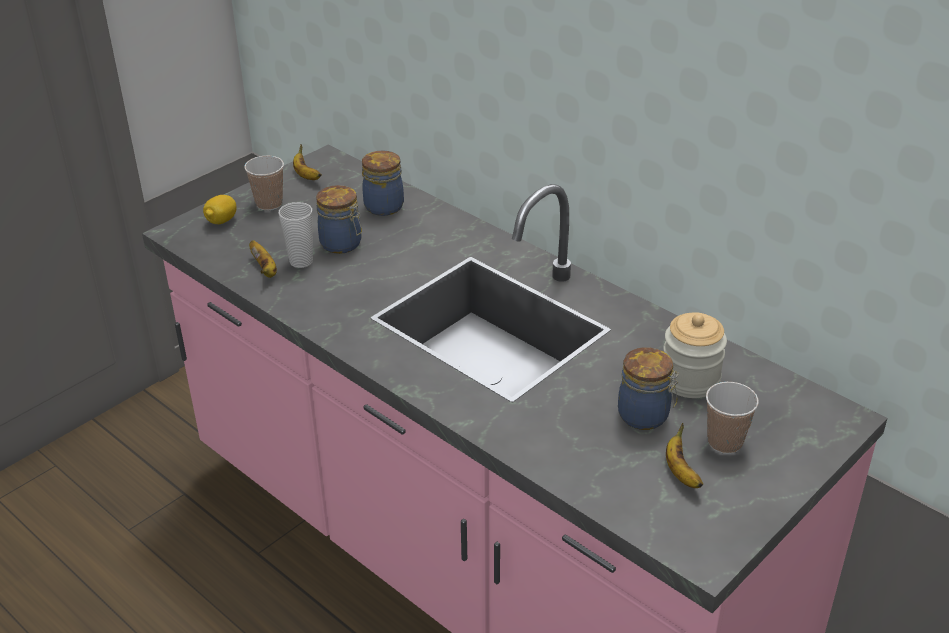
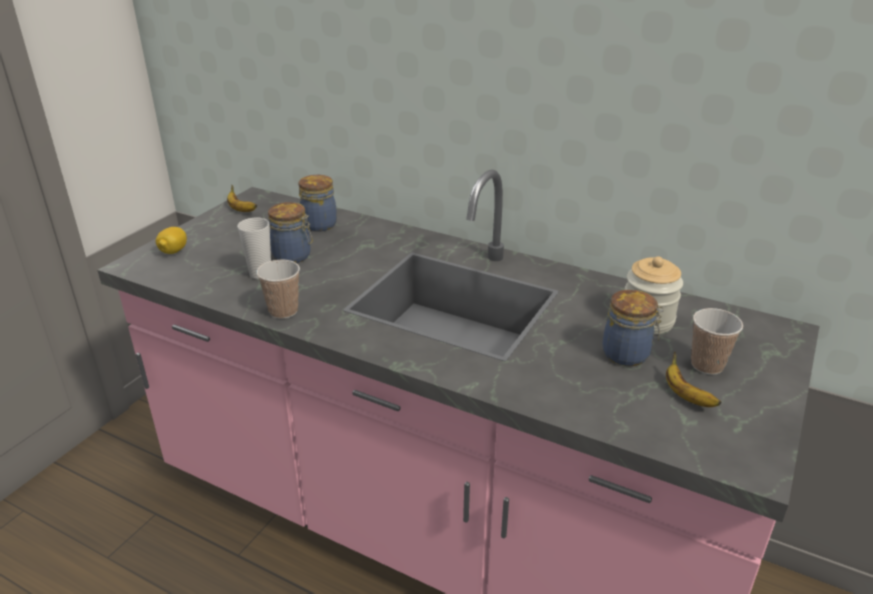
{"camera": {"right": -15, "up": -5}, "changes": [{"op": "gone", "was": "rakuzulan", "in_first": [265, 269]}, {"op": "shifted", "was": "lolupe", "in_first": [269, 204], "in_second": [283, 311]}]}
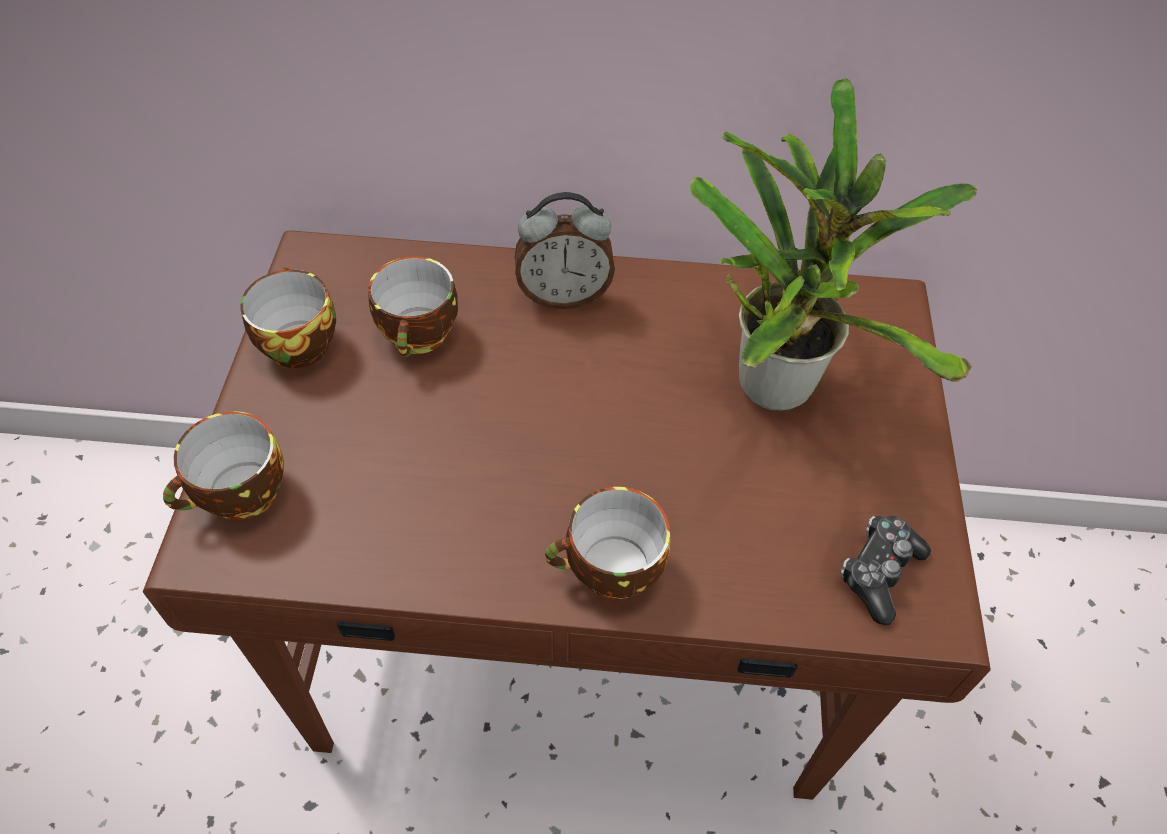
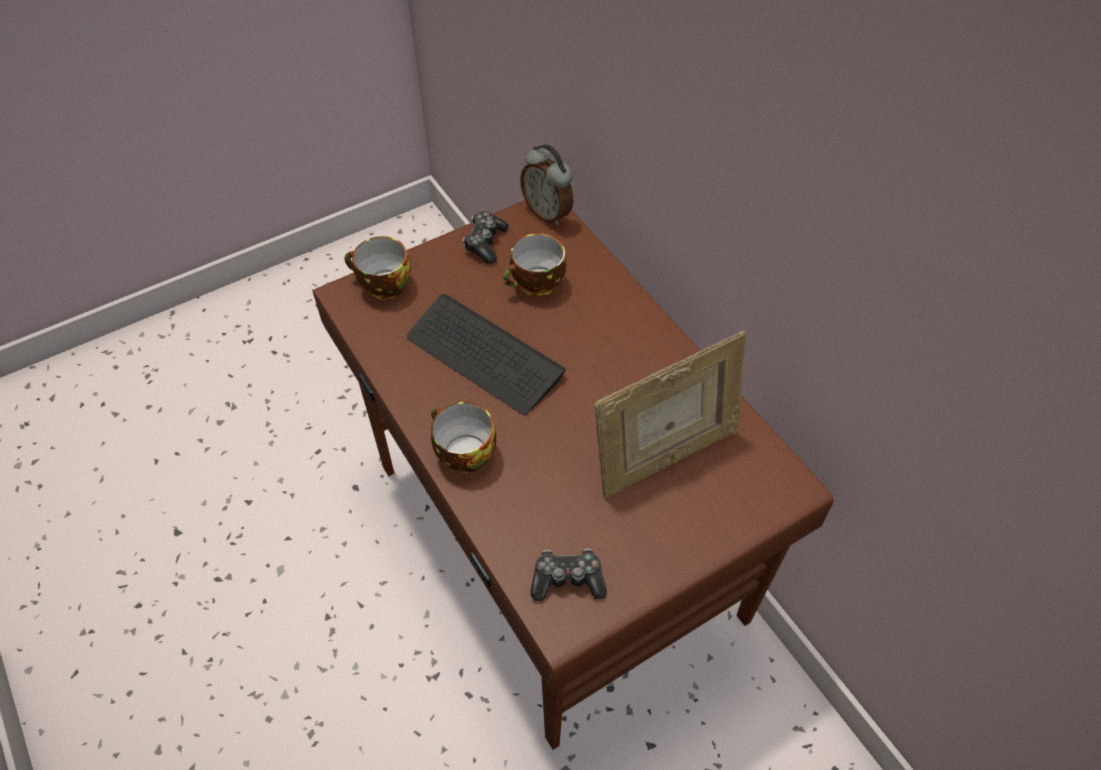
{"camera": {"right": 55, "up": 0}, "changes": [{"op": "new", "now": "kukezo", "in_second": [484, 356]}, {"op": "shifted", "was": "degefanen", "in_first": [563, 295], "in_second": [548, 213]}, {"op": "swapped", "was": "lolupe", "now": "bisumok", "in_first": [296, 343], "in_second": [485, 243]}, {"op": "swapped", "was": "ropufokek", "now": "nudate", "in_first": [777, 378], "in_second": [665, 458]}]}
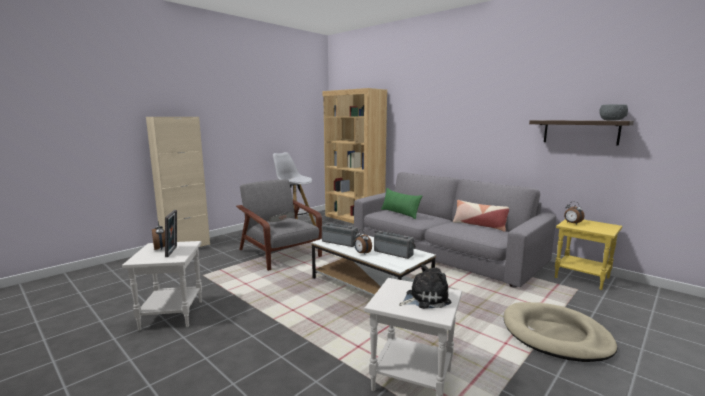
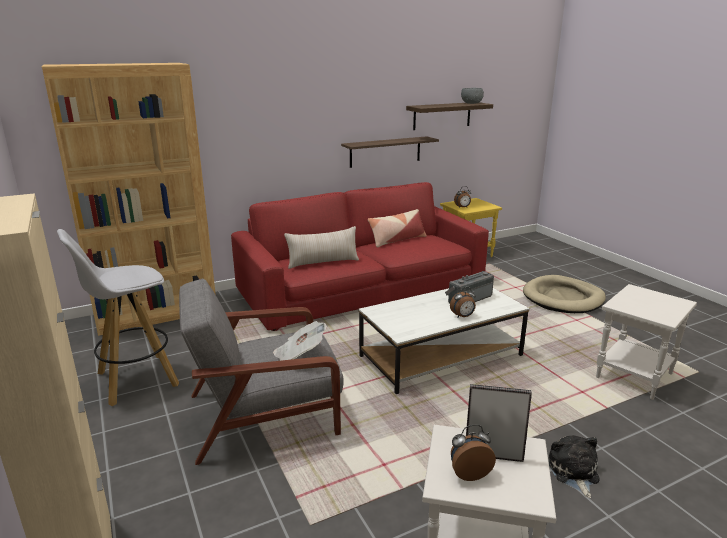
{"camera": {"right": -70, "up": 10}, "changes": [{"op": "gone", "was": "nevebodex", "in_first": [340, 242]}, {"op": "new", "now": "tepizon", "in_second": [385, 152]}, {"op": "shifted", "was": "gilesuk", "in_first": [425, 298], "in_second": [573, 472]}, {"op": "repainted", "was": "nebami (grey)", "now": "nebami (red)", "in_first": [443, 251], "in_second": [362, 288]}, {"op": "repainted", "was": "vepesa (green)", "now": "vepesa (beige)", "in_first": [400, 213], "in_second": [323, 262]}]}
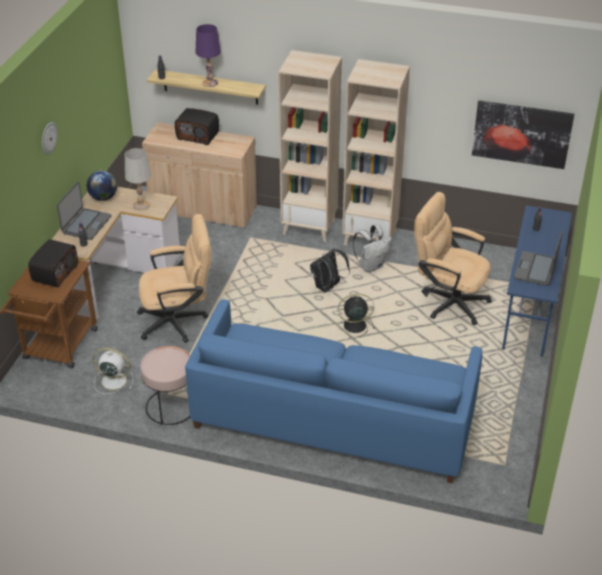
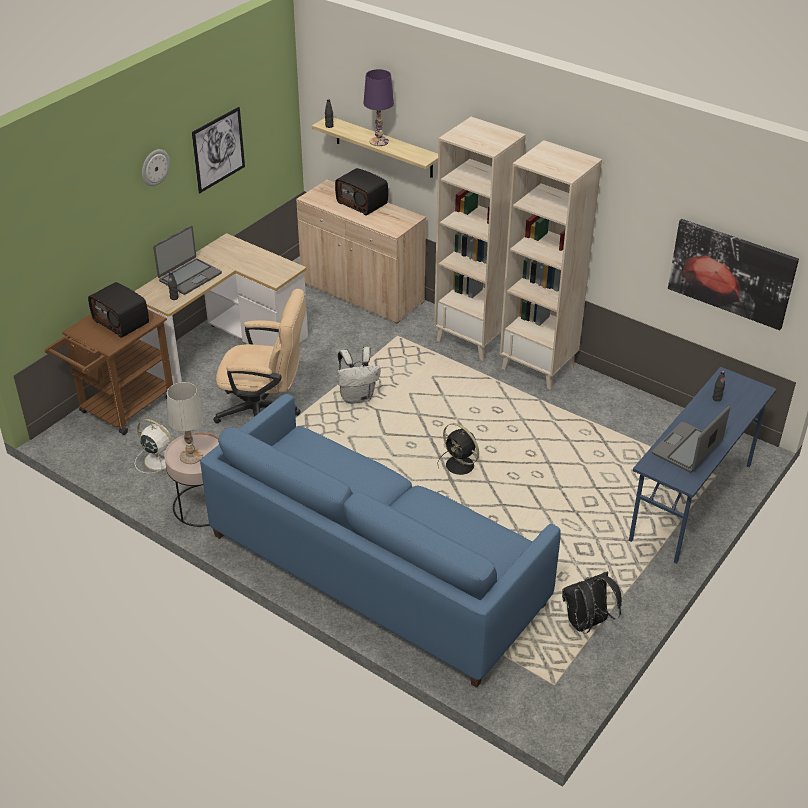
{"camera": {"right": 20, "up": 0}, "changes": [{"op": "gone", "was": "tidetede", "in_first": [103, 198]}, {"op": "gone", "was": "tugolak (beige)", "in_first": [448, 301]}, {"op": "new", "now": "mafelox", "in_second": [218, 149]}, {"op": "shifted", "was": "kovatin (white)", "in_first": [141, 205], "in_second": [191, 456]}, {"op": "shifted", "was": "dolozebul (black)", "in_first": [328, 287], "in_second": [587, 624]}, {"op": "shifted", "was": "dolozebul (white)", "in_first": [371, 266], "in_second": [357, 397]}, {"op": "rotated", "was": "nevebodex", "in_first": [54, 273], "in_second": [122, 321], "clockwise": 90}, {"op": "rotated", "was": "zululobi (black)", "in_first": [353, 326], "in_second": [461, 466], "clockwise": -150}]}
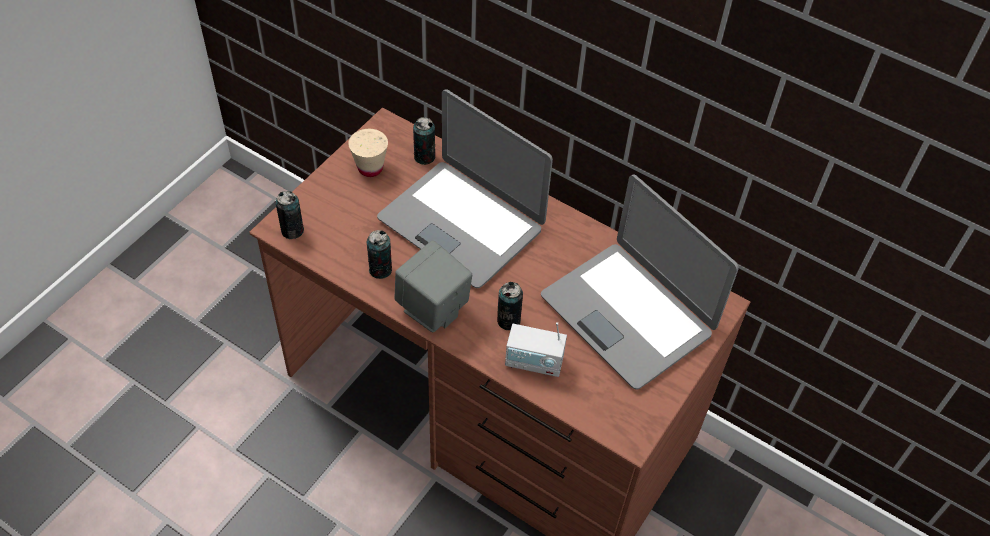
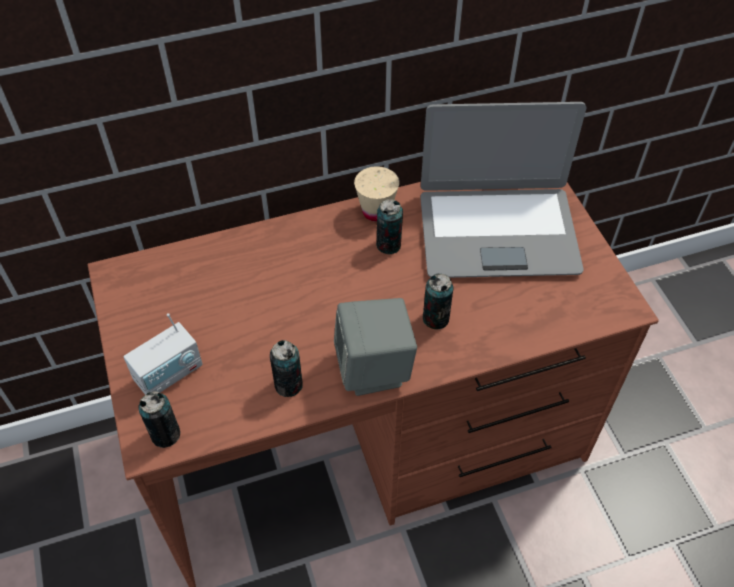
{"camera": {"right": -50, "up": 0}, "changes": [{"op": "gone", "was": "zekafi", "in_first": [462, 223]}, {"op": "shifted", "was": "lolupe (beige)", "in_first": [370, 168], "in_second": [376, 211]}, {"op": "shifted", "was": "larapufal", "in_first": [424, 157], "in_second": [388, 245]}, {"op": "shifted", "was": "nevebodex", "in_first": [534, 362], "in_second": [169, 374]}]}
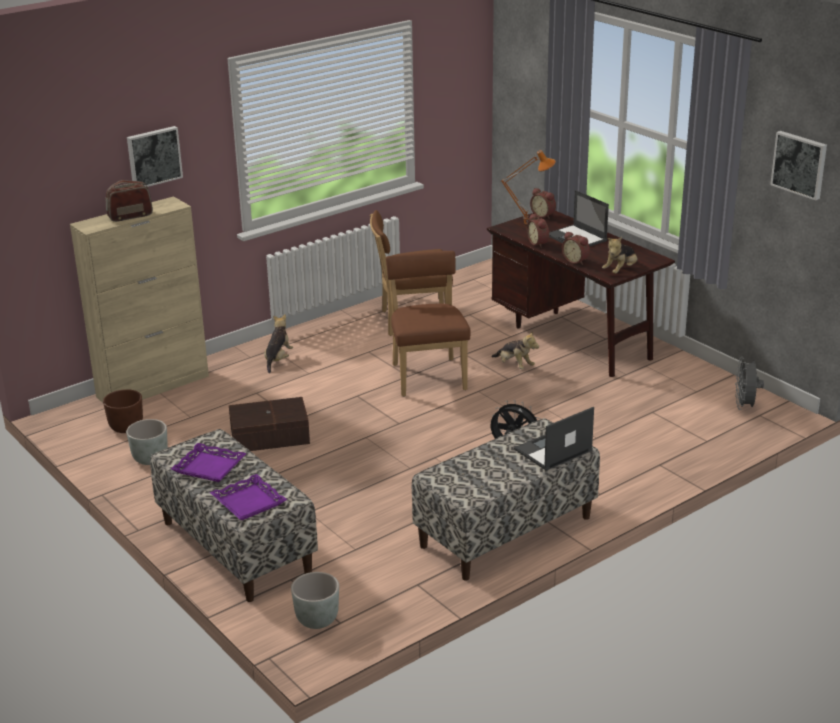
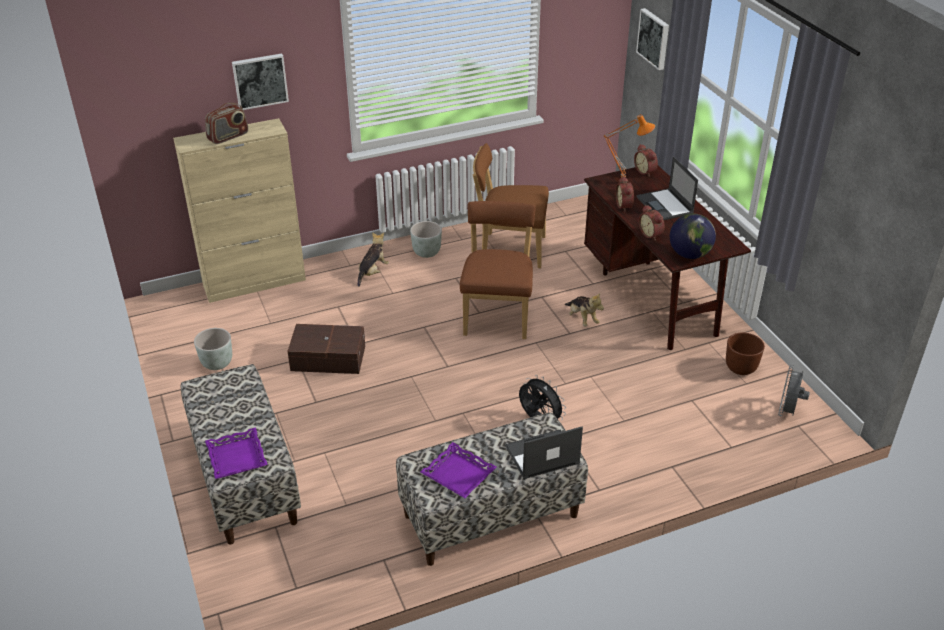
{"camera": {"right": 15, "up": 10}, "changes": [{"op": "shifted", "was": "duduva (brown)", "in_first": [126, 428], "in_second": [740, 368]}, {"op": "shifted", "was": "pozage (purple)", "in_first": [210, 467], "in_second": [459, 474]}, {"op": "shifted", "was": "duduva (grey)", "in_first": [317, 620], "in_second": [427, 252]}, {"op": "shifted", "was": "mafelox", "in_first": [800, 164], "in_second": [654, 38]}, {"op": "swapped", "was": "gilesuk", "now": "tidetede", "in_first": [620, 271], "in_second": [690, 254]}, {"op": "rotated", "was": "nevebodex", "in_first": [130, 216], "in_second": [228, 137], "clockwise": 150}]}
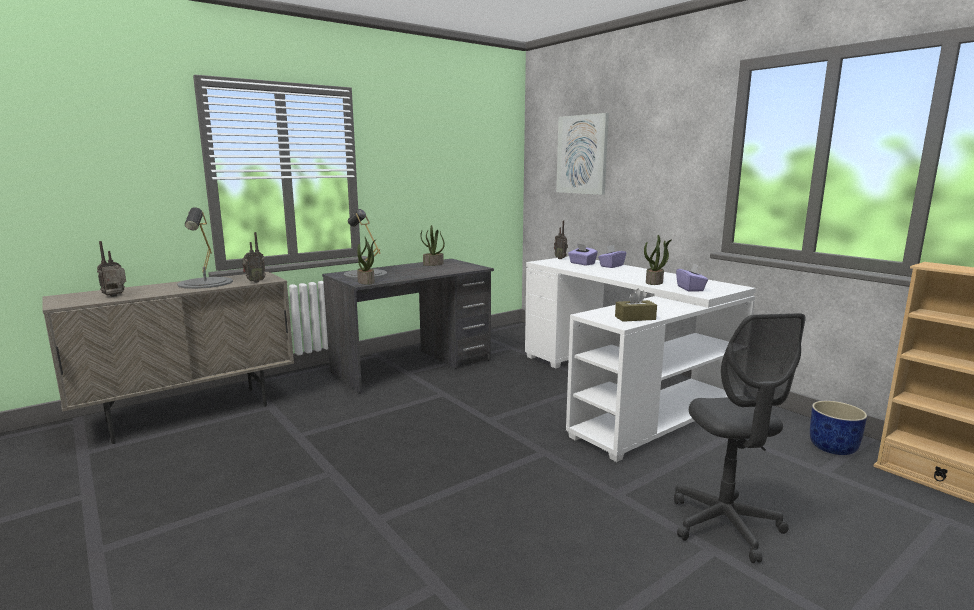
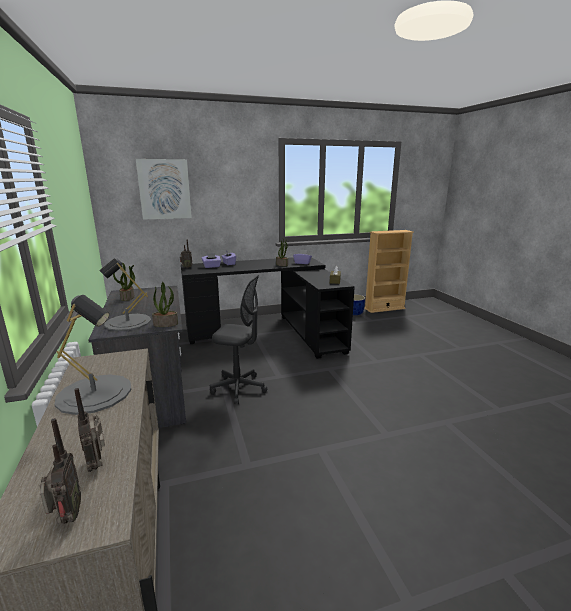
{"camera": {"right": -70, "up": 5}, "changes": [{"op": "shifted", "was": "nevebodex", "in_first": [254, 282], "in_second": [67, 518]}, {"op": "shifted", "was": "tugolak (grey)", "in_first": [725, 525], "in_second": [239, 388]}, {"op": "repainted", "was": "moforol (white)", "now": "moforol (black)", "in_first": [624, 390], "in_second": [271, 331]}]}
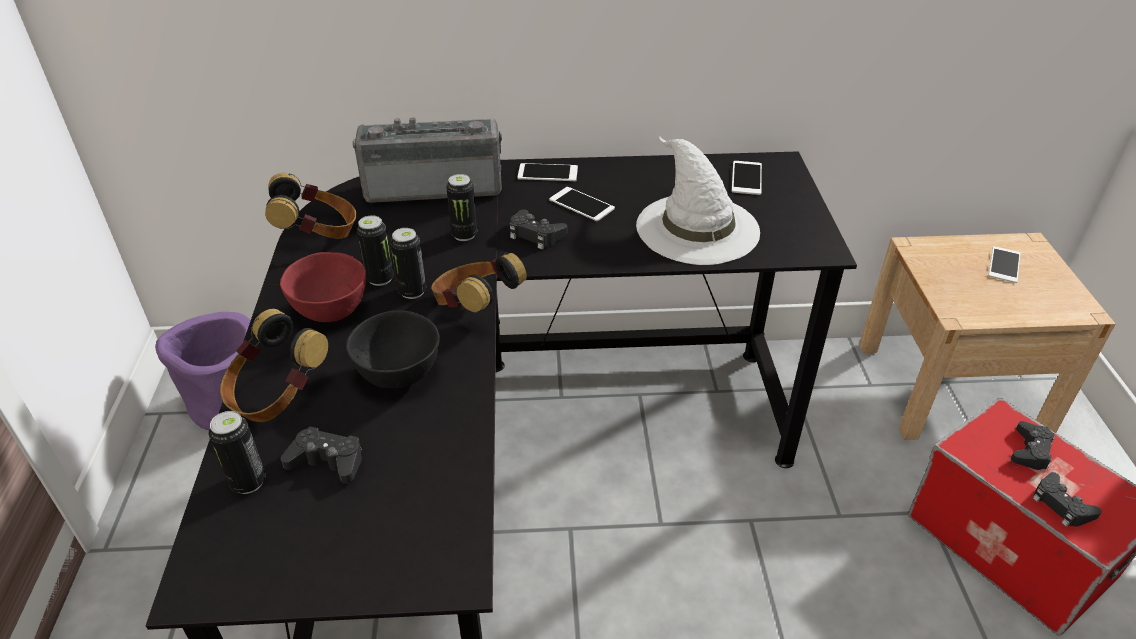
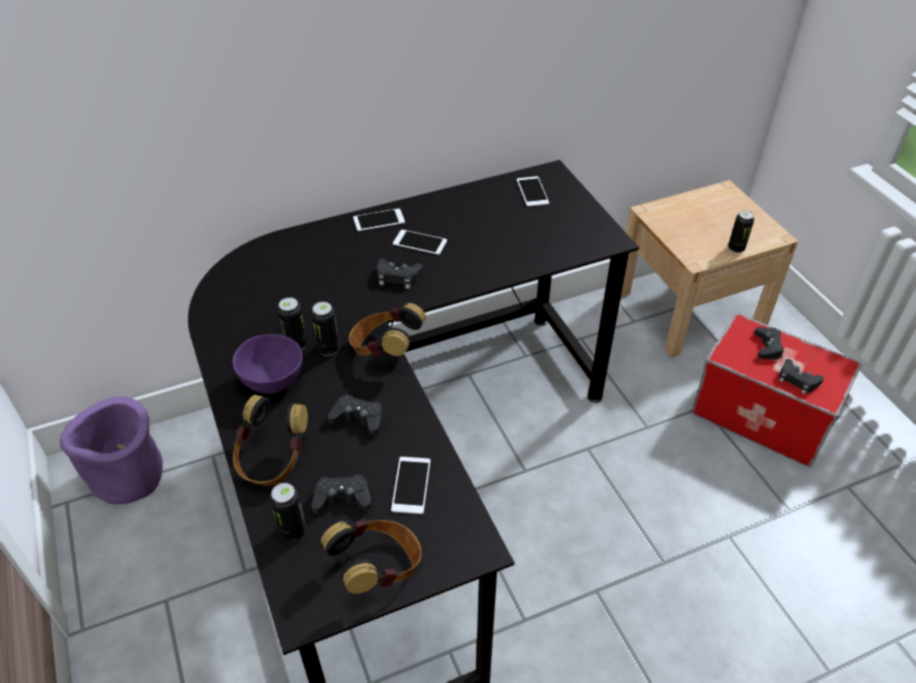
{"camera": {"right": -20, "up": 5}, "changes": [{"op": "gone", "was": "nevebodex", "in_first": [434, 185]}, {"op": "gone", "was": "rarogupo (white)", "in_first": [696, 227]}, {"op": "shifted", "was": "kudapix", "in_first": [318, 233], "in_second": [378, 568]}, {"op": "shifted", "was": "larapufal", "in_first": [464, 235], "in_second": [736, 248]}, {"op": "shifted", "was": "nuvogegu", "in_first": [1004, 265], "in_second": [411, 485]}, {"op": "swapped", "was": "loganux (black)", "now": "bisumok (black)", "in_first": [400, 376], "in_second": [358, 419]}, {"op": "repainted", "was": "loganux (red)", "now": "loganux (purple)", "in_first": [330, 310], "in_second": [272, 381]}]}
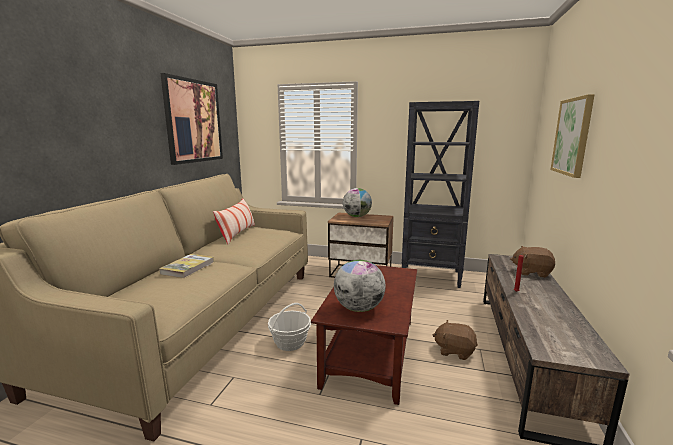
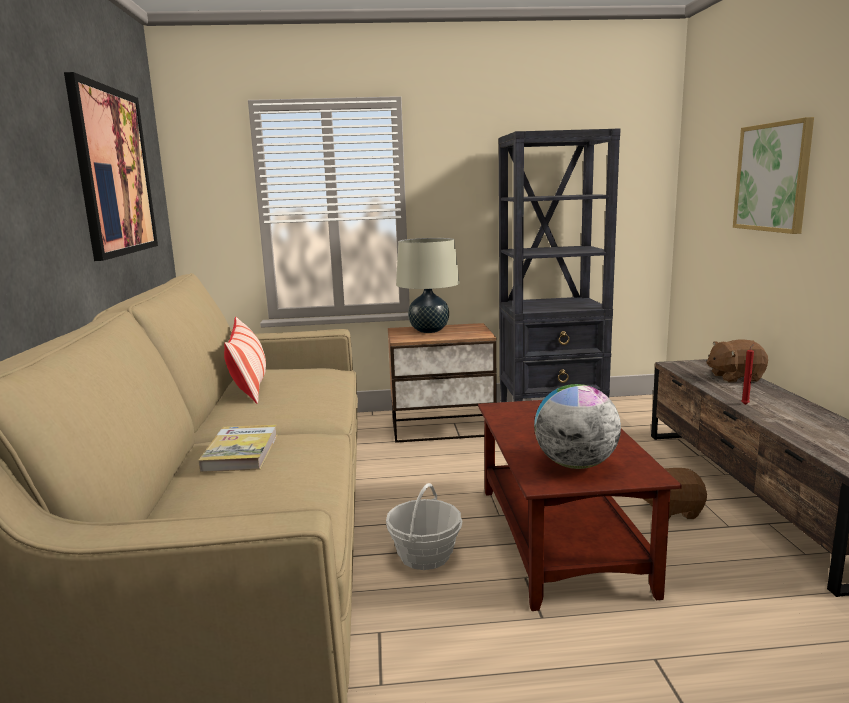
{"camera": {"right": -20, "up": 0}, "changes": [{"op": "swapped", "was": "tidetede", "now": "kovatin (beige)", "in_first": [357, 216], "in_second": [429, 331]}]}
